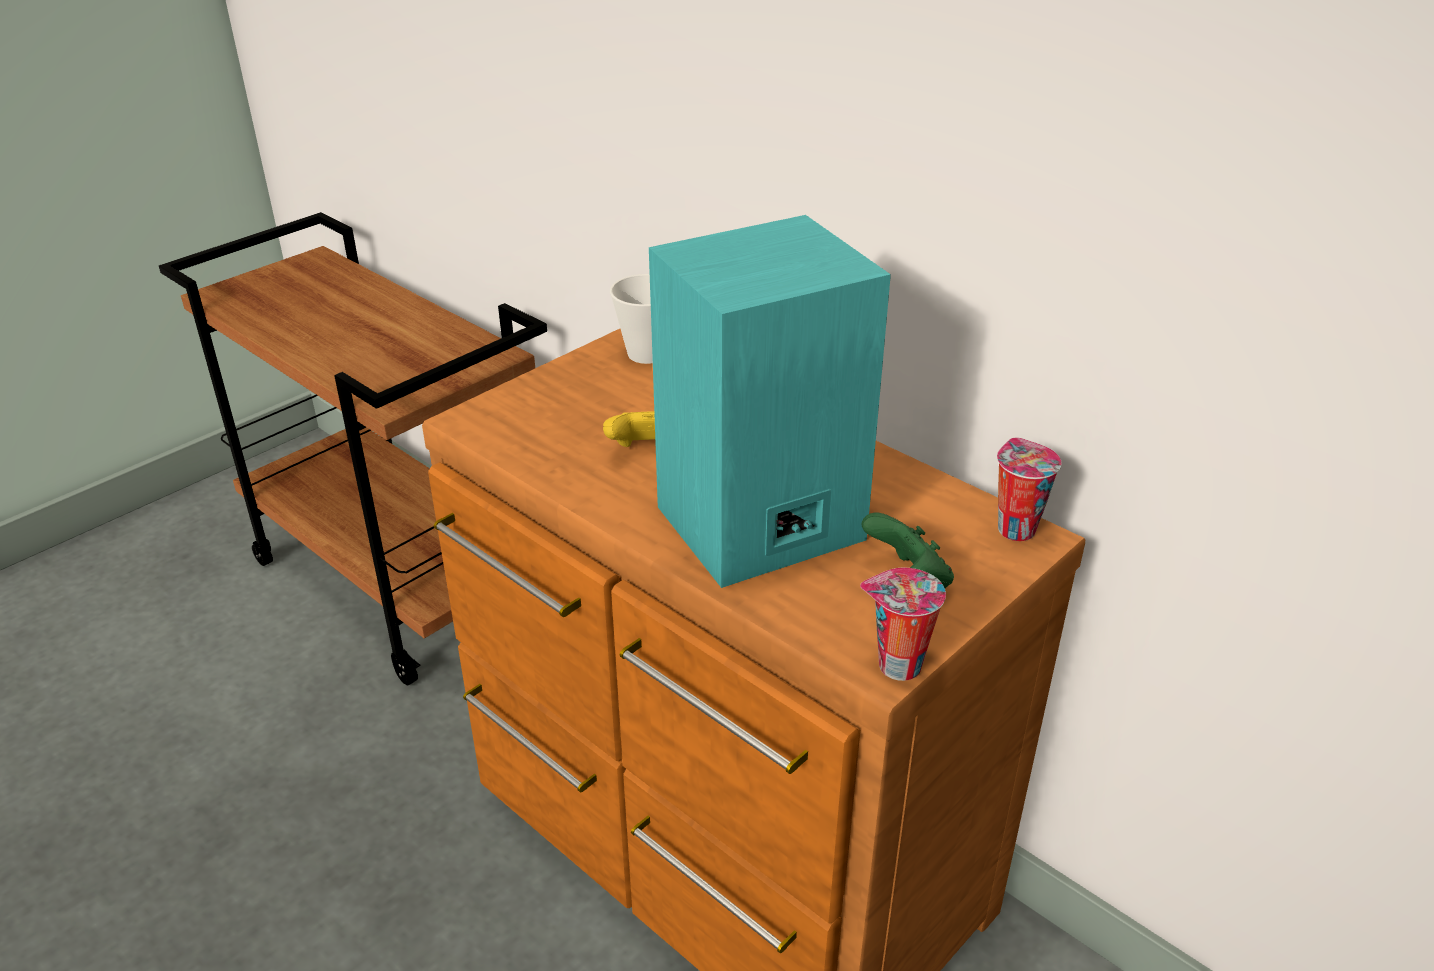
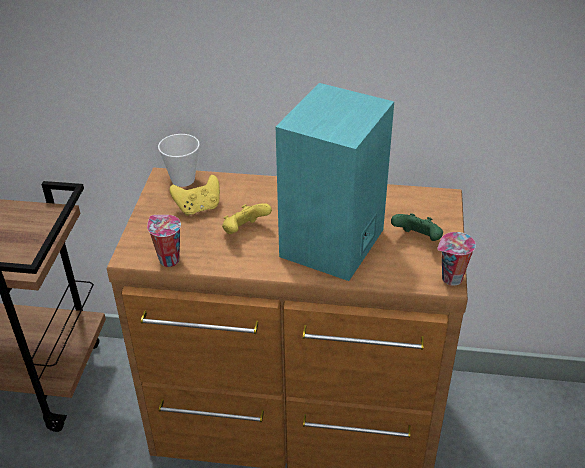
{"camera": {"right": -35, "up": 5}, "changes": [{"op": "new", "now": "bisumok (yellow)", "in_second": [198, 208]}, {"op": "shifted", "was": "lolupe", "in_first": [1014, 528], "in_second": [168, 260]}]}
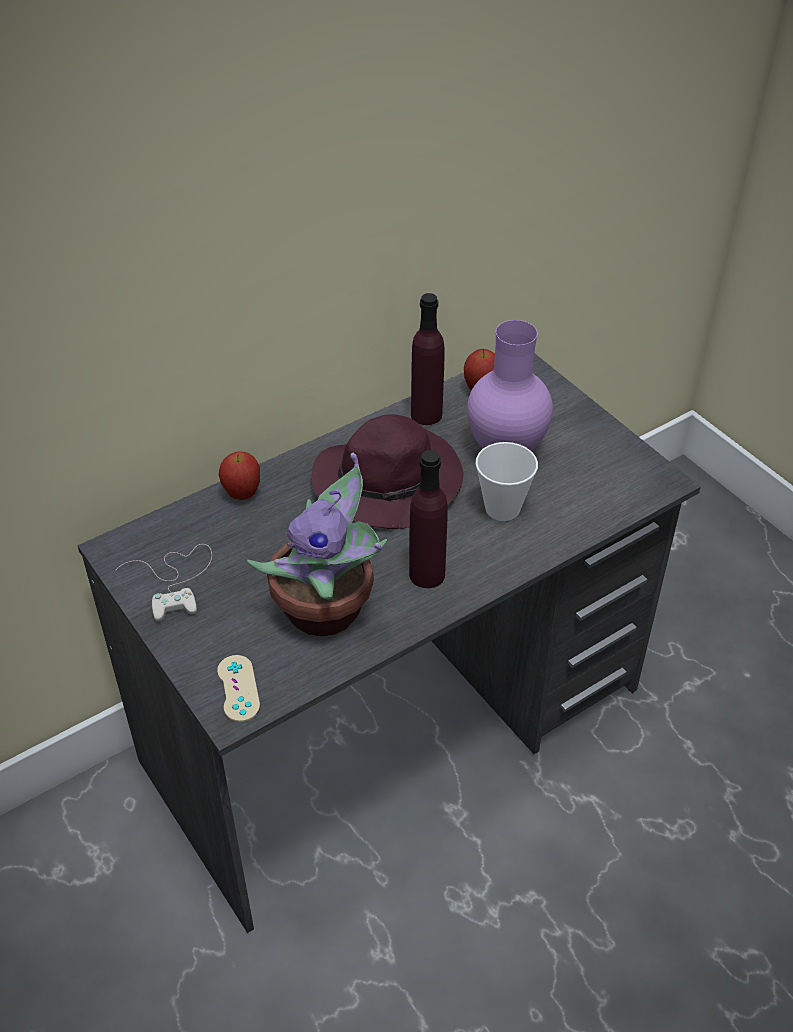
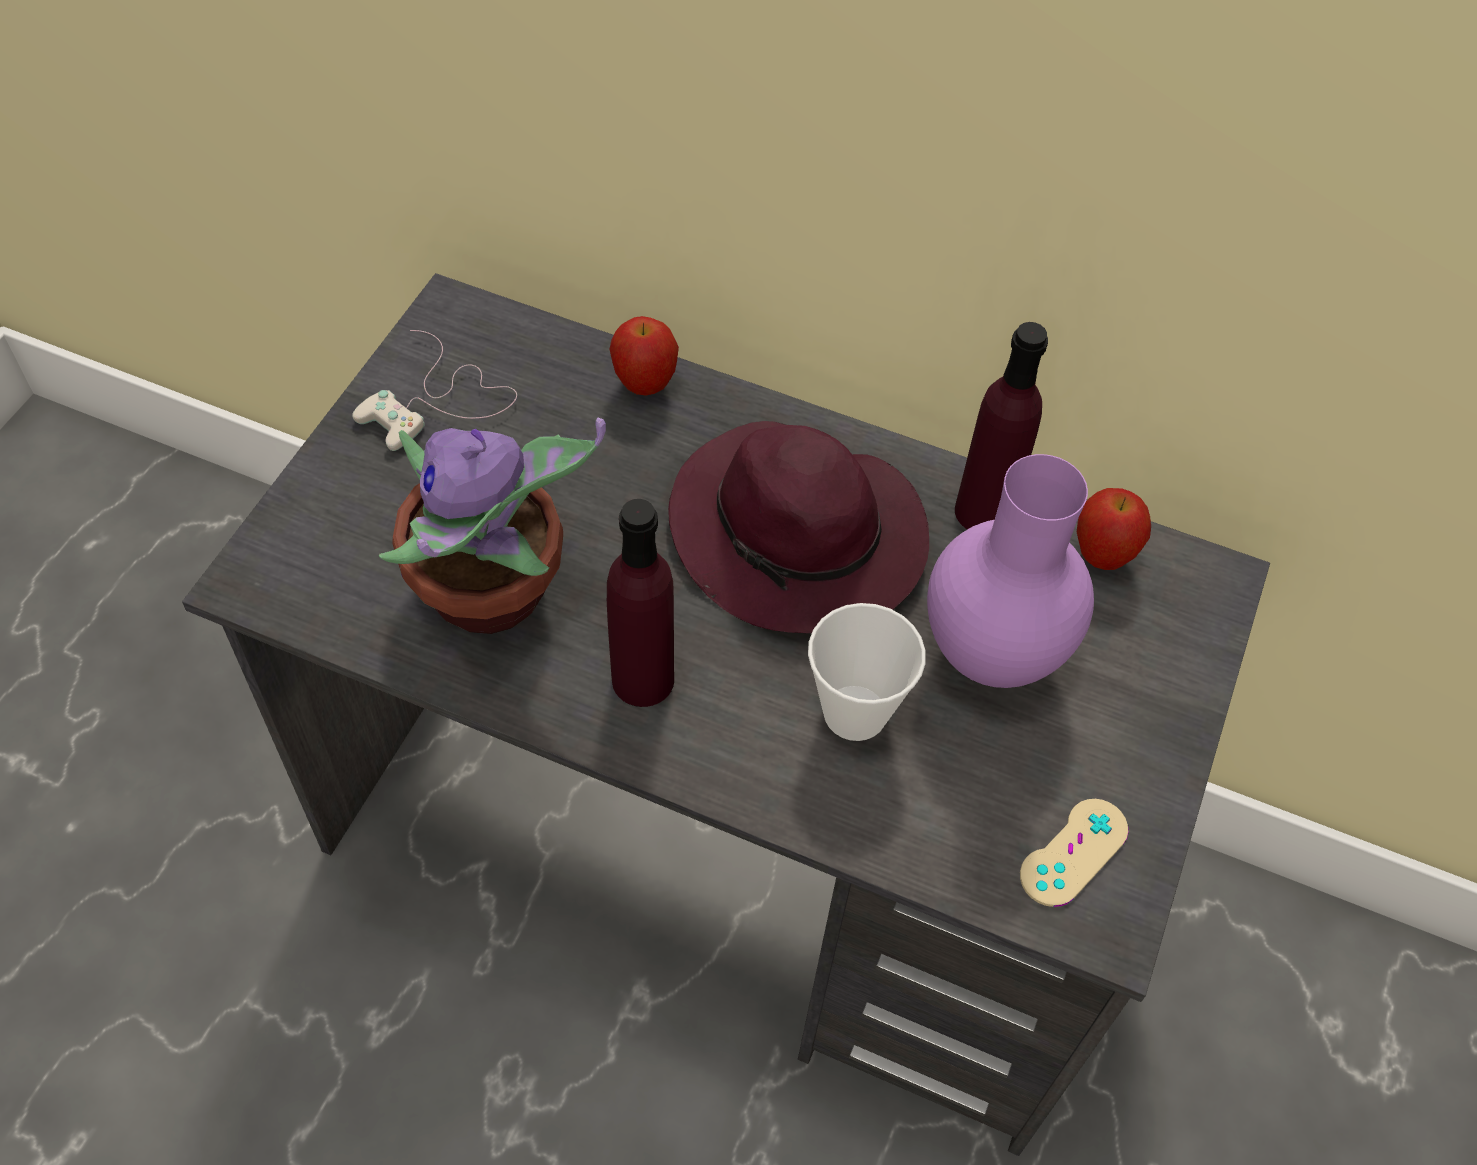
{"camera": {"right": 55, "up": 10}, "changes": [{"op": "shifted", "was": "bisumok (beige)", "in_first": [238, 688], "in_second": [1073, 852]}]}
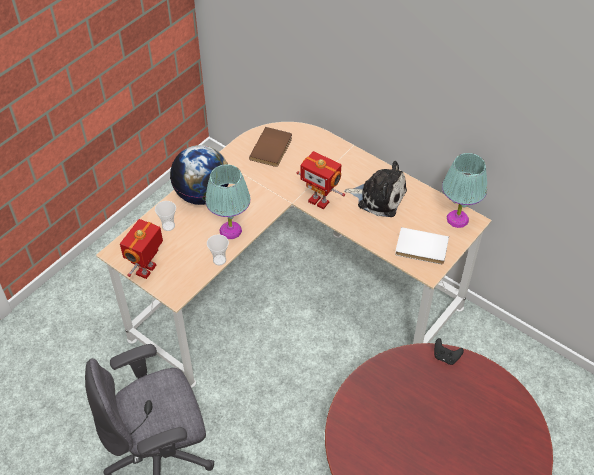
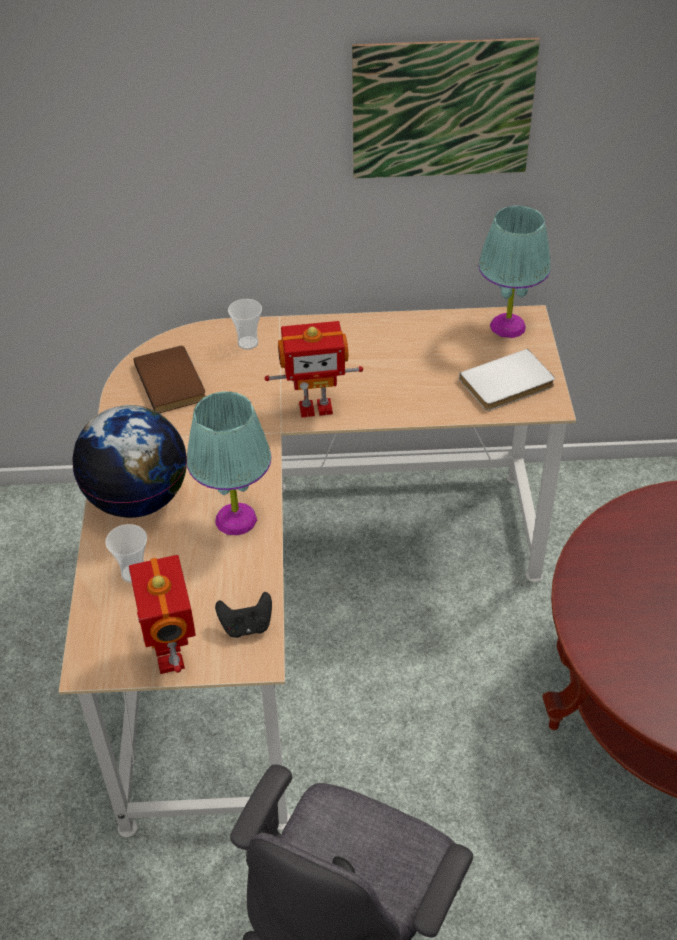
{"camera": {"right": -40, "up": -5}, "changes": [{"op": "gone", "was": "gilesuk", "in_first": [378, 197]}, {"op": "new", "now": "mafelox", "in_second": [442, 109]}, {"op": "shifted", "was": "lolupe", "in_first": [219, 260], "in_second": [248, 343]}, {"op": "shifted", "was": "bisumok (black)", "in_first": [445, 357], "in_second": [246, 626]}]}
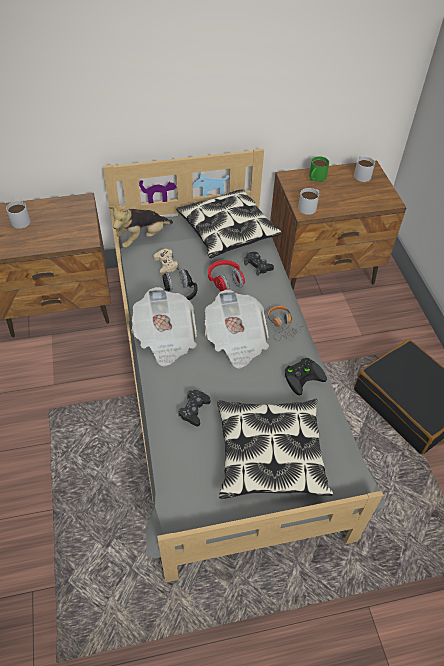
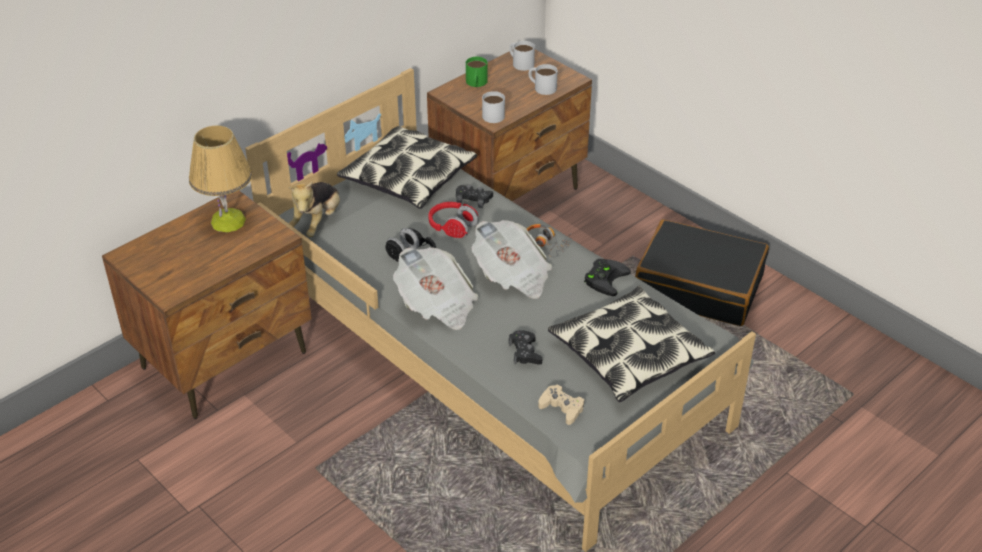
{"camera": {"right": -30, "up": -10}, "changes": [{"op": "new", "now": "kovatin", "in_second": [228, 221]}, {"op": "shifted", "was": "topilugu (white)", "in_first": [20, 219], "in_second": [541, 87]}, {"op": "shifted", "was": "bisumok (beige)", "in_first": [166, 265], "in_second": [562, 408]}]}
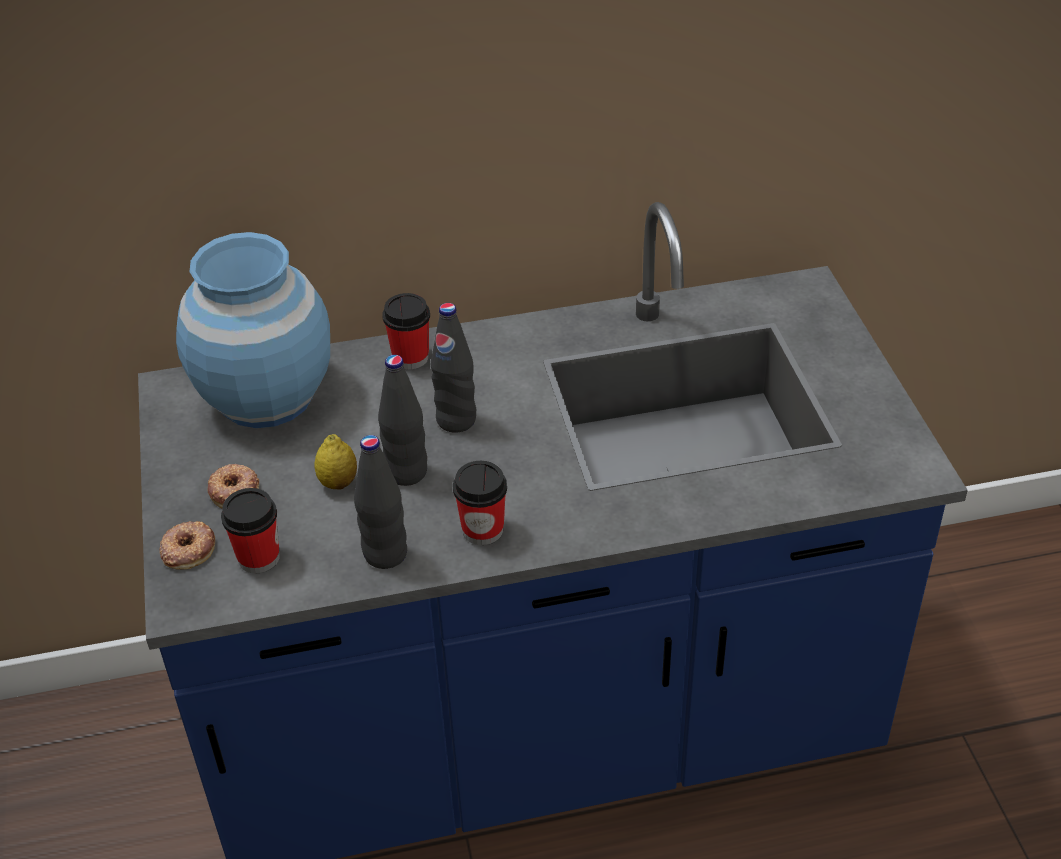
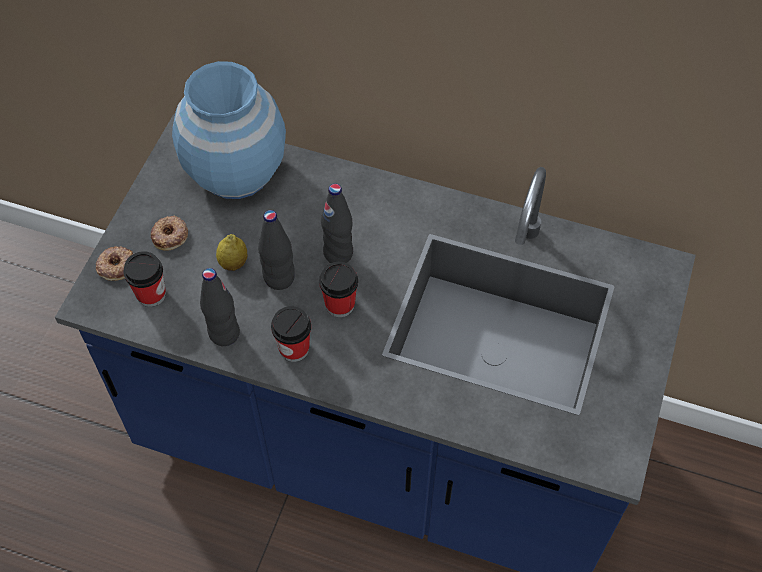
{"camera": {"right": 30, "up": 15}, "changes": [{"op": "shifted", "was": "lolupe", "in_first": [410, 357], "in_second": [340, 304]}]}
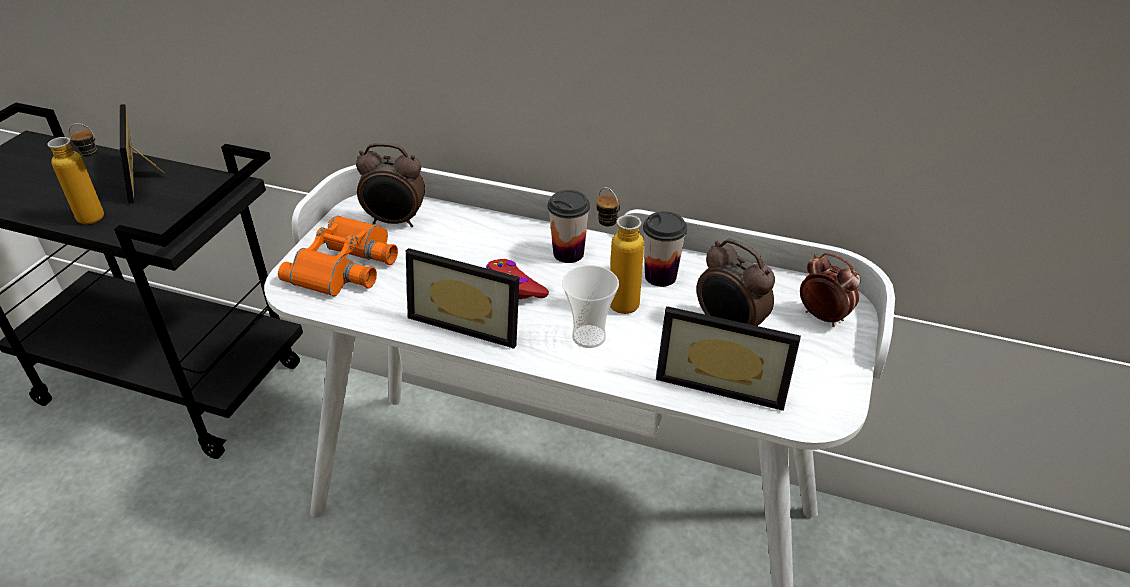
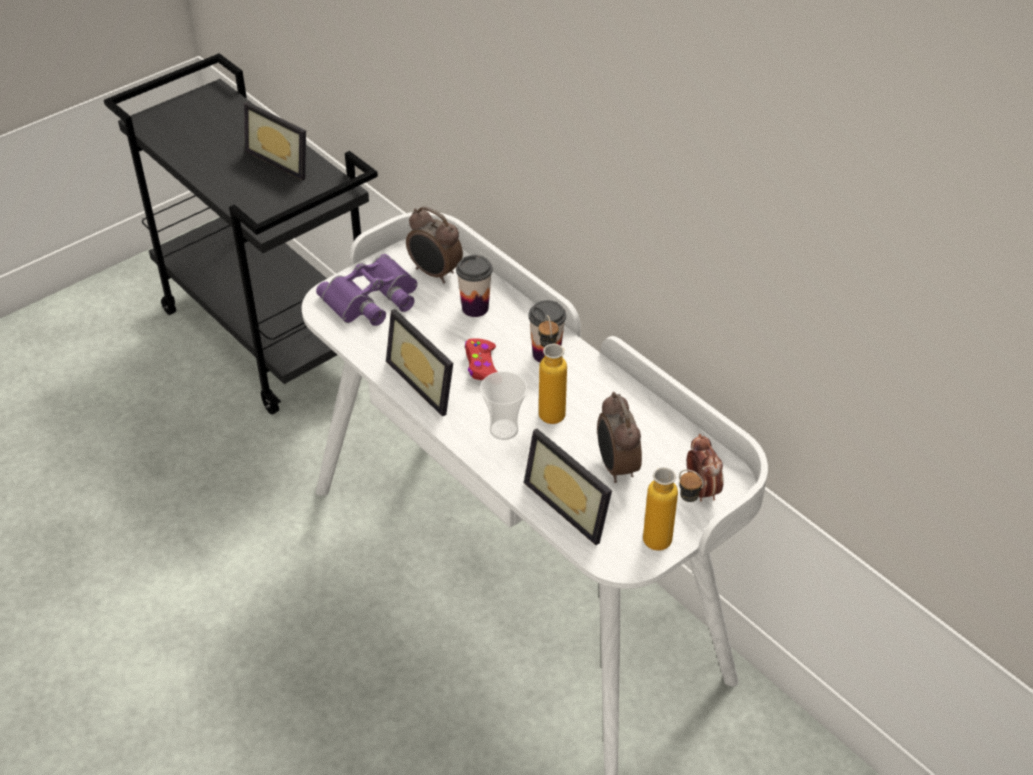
{"camera": {"right": 30, "up": 5}, "changes": [{"op": "shifted", "was": "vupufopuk", "in_first": [102, 218], "in_second": [668, 545]}, {"op": "shifted", "was": "lolupe", "in_first": [660, 276], "in_second": [475, 308]}, {"op": "repainted", "was": "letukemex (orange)", "now": "letukemex (purple)", "in_first": [347, 265], "in_second": [373, 300]}, {"op": "rotated", "was": "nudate", "in_first": [147, 177], "in_second": [284, 159], "clockwise": -60}]}
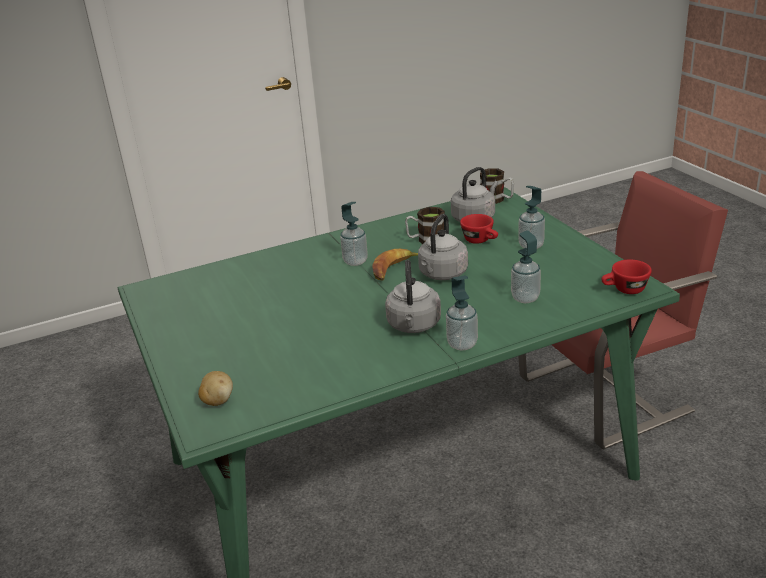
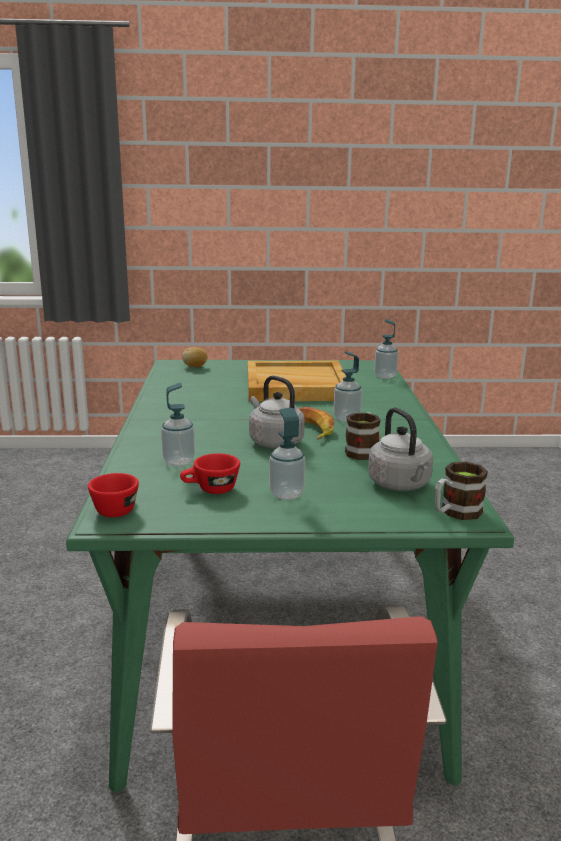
{"camera": {"right": 110, "up": -10}, "changes": [{"op": "gone", "was": "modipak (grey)", "in_first": [414, 326]}, {"op": "new", "now": "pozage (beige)", "in_second": [295, 386]}, {"op": "shifted", "was": "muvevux", "in_first": [462, 344], "in_second": [385, 376]}, {"op": "shifted", "was": "lolupe (red)", "in_first": [481, 241], "in_second": [210, 490]}]}
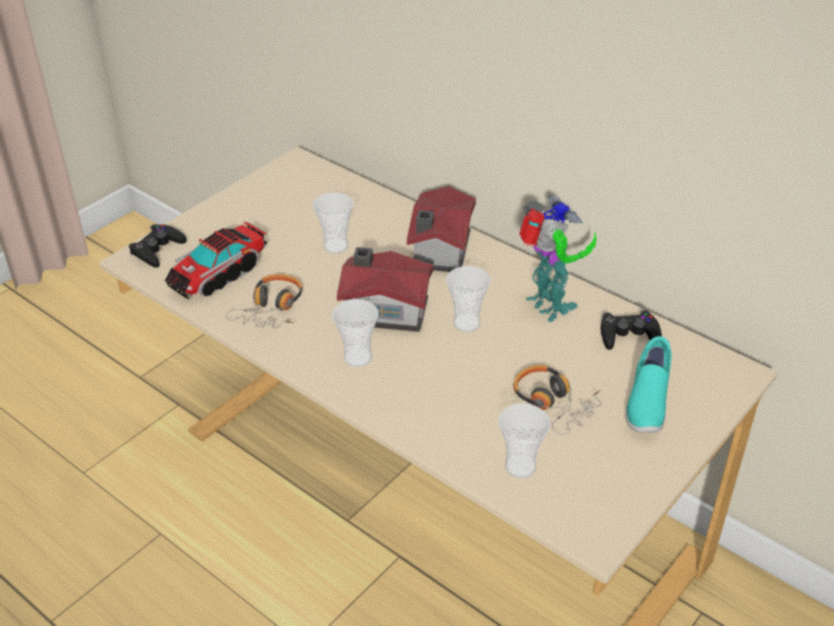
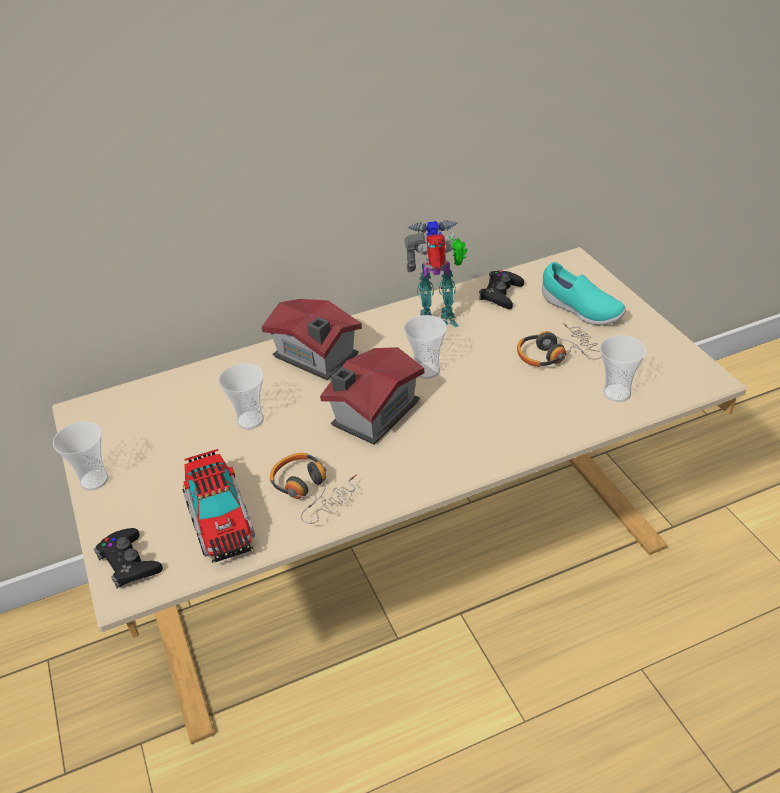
{"camera": {"right": -60, "up": 0}, "changes": [{"op": "shifted", "was": "lolupe", "in_first": [357, 358], "in_second": [94, 480]}]}
